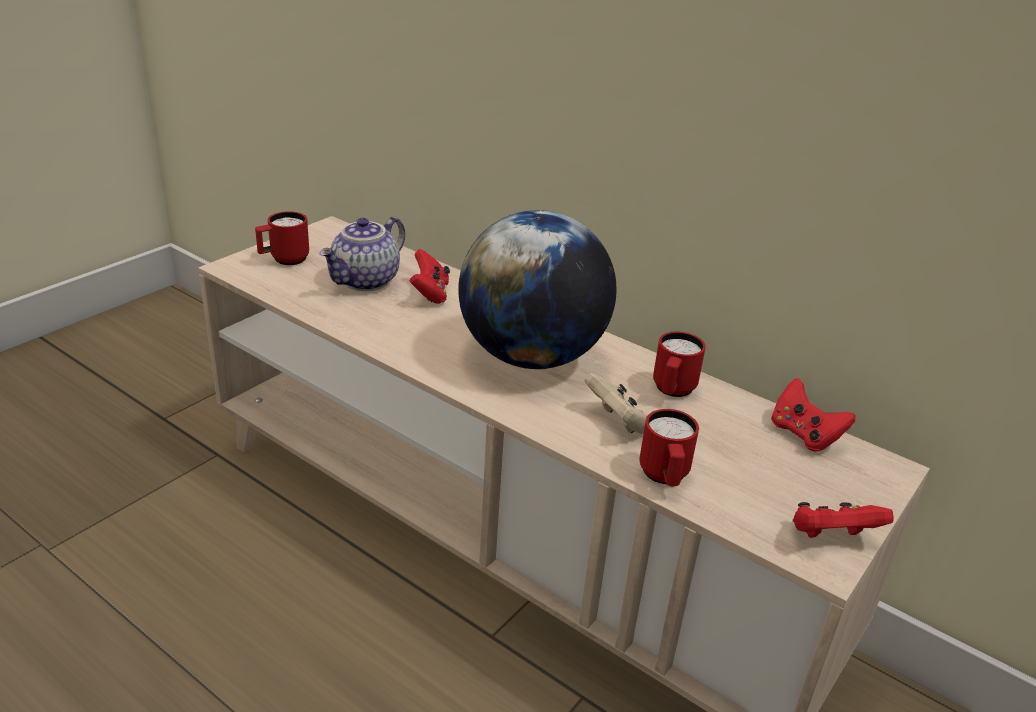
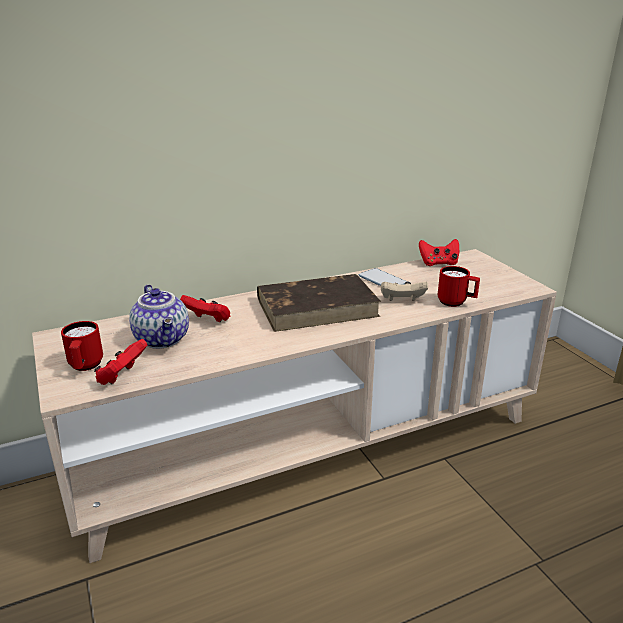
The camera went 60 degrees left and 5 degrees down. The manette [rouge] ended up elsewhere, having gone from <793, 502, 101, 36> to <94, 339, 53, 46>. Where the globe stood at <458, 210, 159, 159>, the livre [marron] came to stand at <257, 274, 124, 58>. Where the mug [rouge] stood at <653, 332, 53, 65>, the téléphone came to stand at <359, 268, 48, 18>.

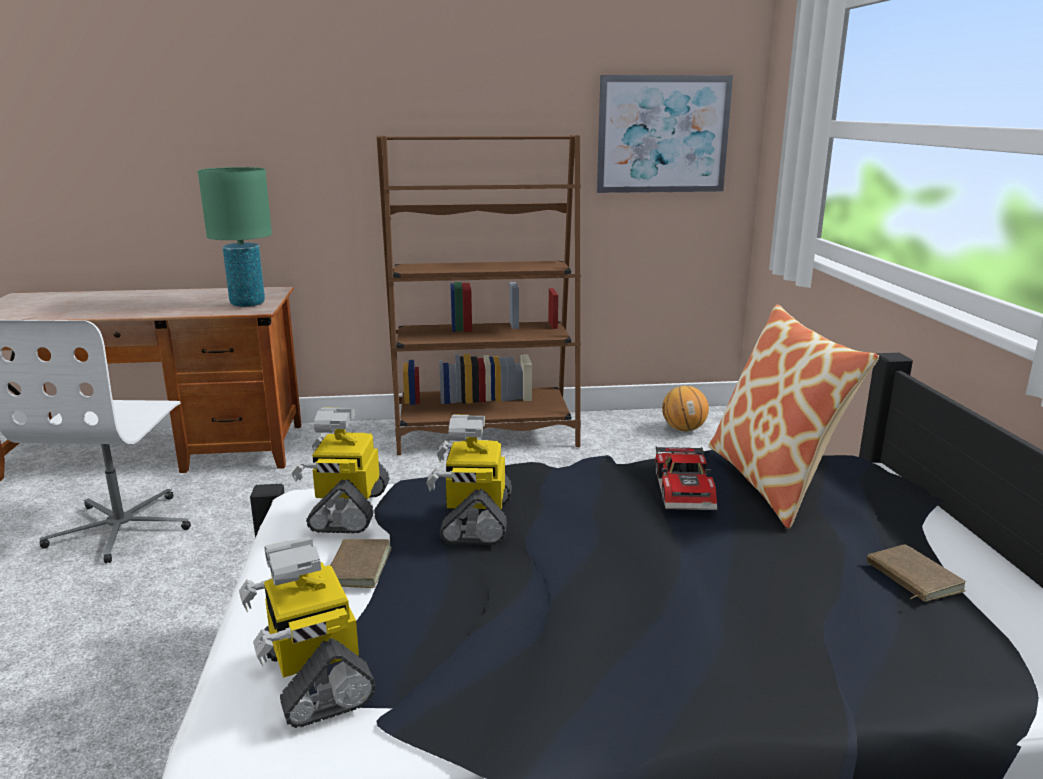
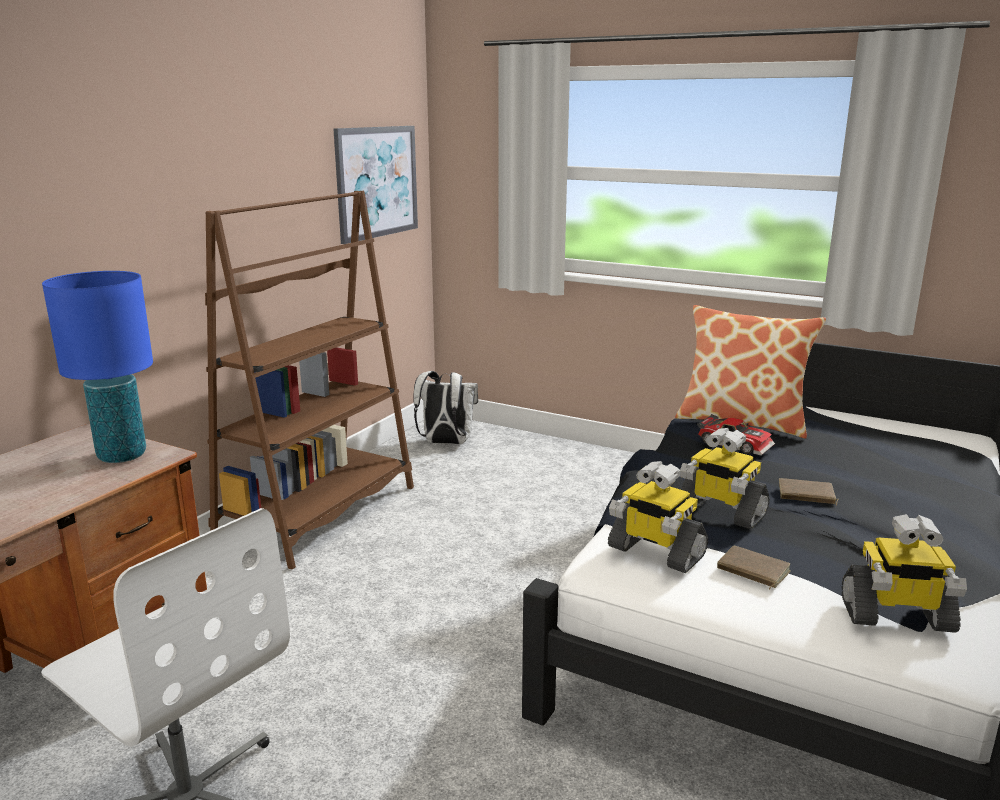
The camera went 55 degrees left and 0 degrees up. The livre [marron] ended up elsewhere, having gone from <867, 544, 99, 58> to <779, 478, 59, 27>. Where the ballon de basket stood at <662, 386, 47, 46>, the sac à dos [blanc] came to stand at <413, 371, 65, 74>. What was the lampe de table [vert] at <198, 167, 74, 140> turned into the lampe de table [bleu] at <42, 271, 111, 192>.

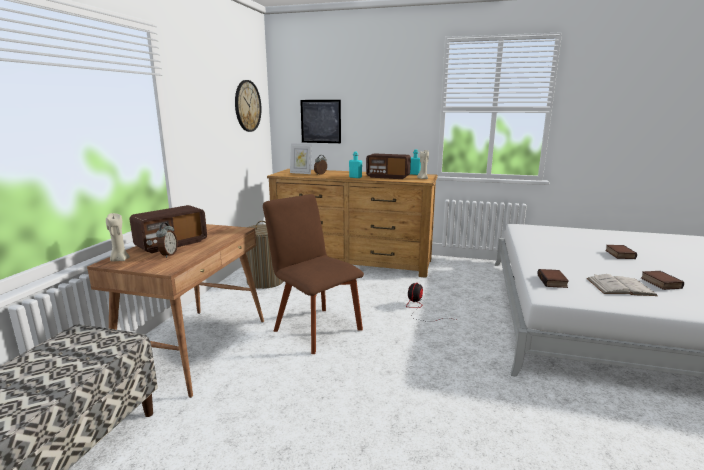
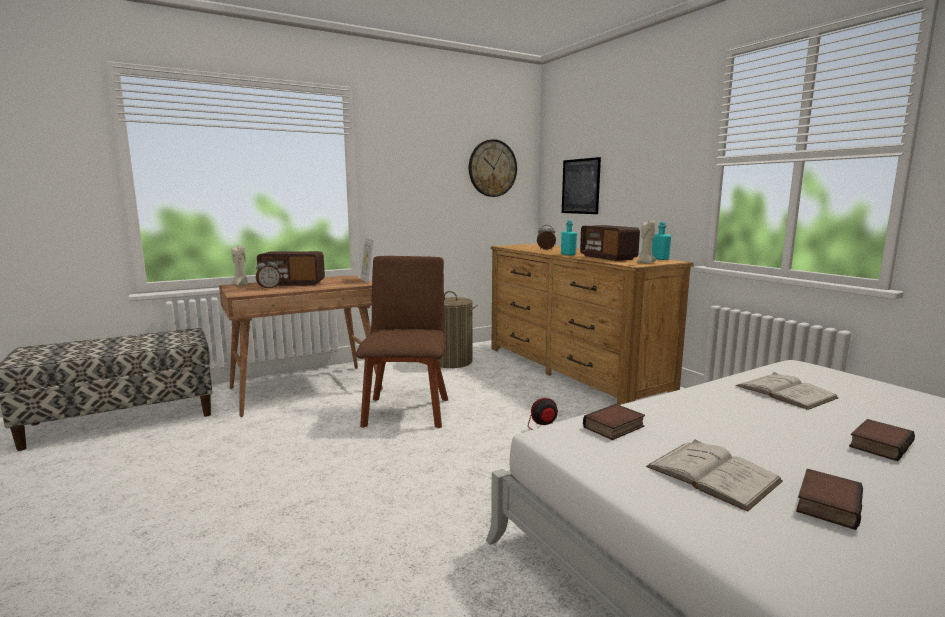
The camera went 45 degrees right and 5 degrees down. The second view gained the livre [blanc] at <736, 372, 103, 38>. The cadre photo ended up elsewhere, having gone from <290, 143, 22, 31> to <360, 238, 13, 45>.

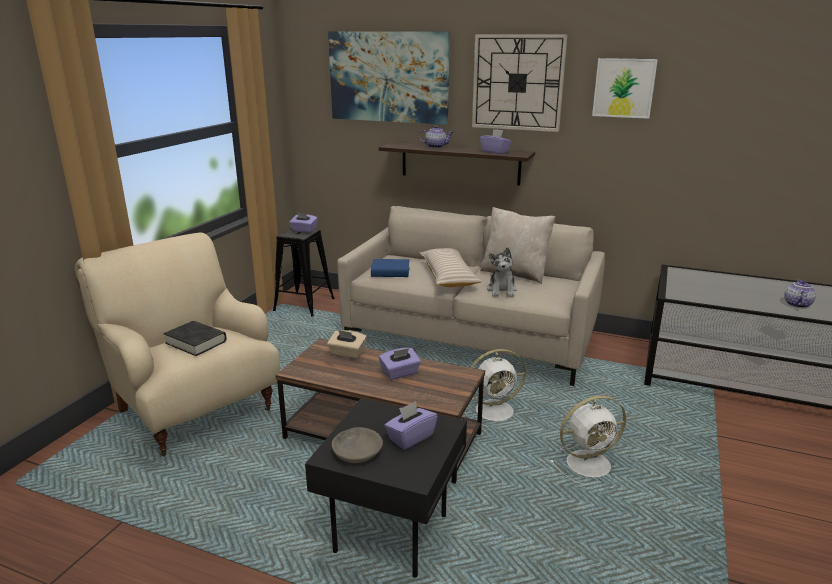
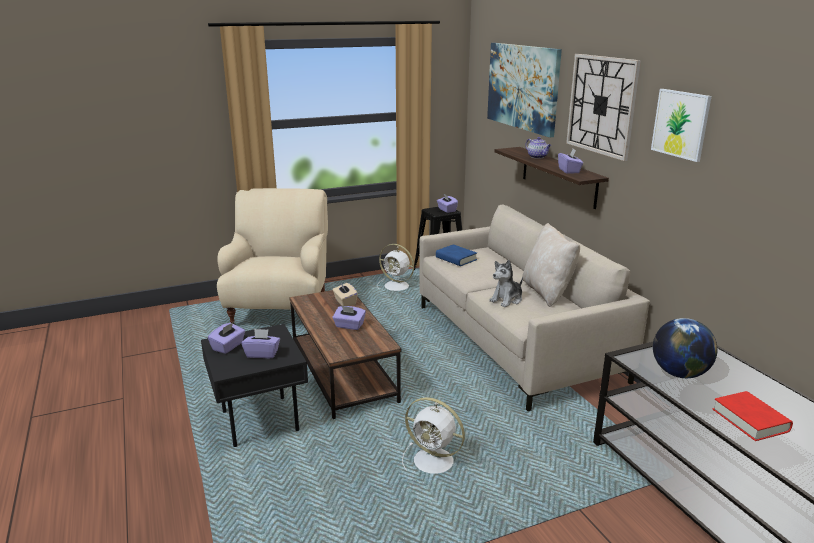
The camera went 45 degrees right and 0 degrees up. The second view lost the livre [noir] at <164, 321, 63, 35>. The second view lost the coussin [beige] at <419, 248, 63, 39>. The second view gained the globe at <653, 318, 65, 60>. The ventilateur [blanc] ended up elsewhere, having gone from <464, 349, 62, 78> to <377, 244, 37, 47>. Where the bol [gris] stood at <332, 427, 51, 36>, the boîte à mouchoirs [violet] came to stand at <208, 322, 37, 32>. Where the théière stood at <784, 280, 32, 28>, the livre [rouge] came to stand at <713, 391, 80, 50>.

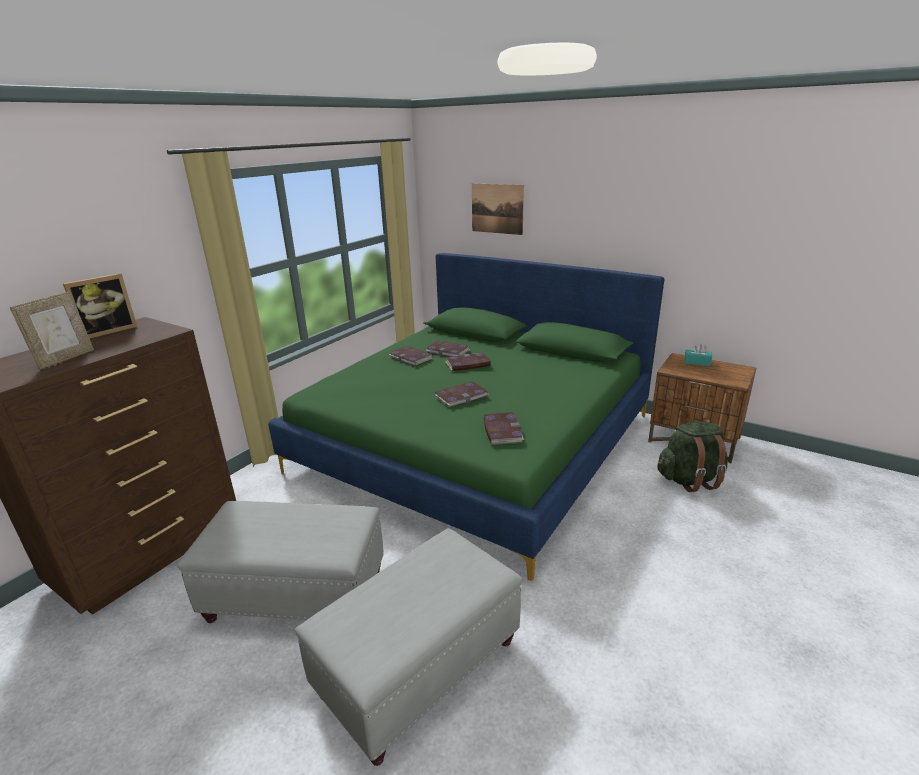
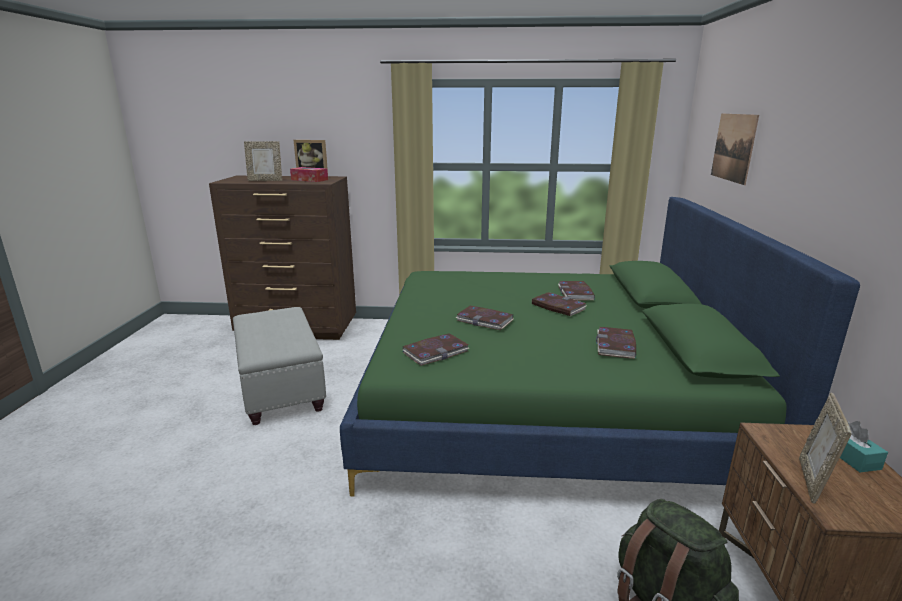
The camera went 60 degrees right and 5 degrees down. The second view lost the pouf [gris] at <295, 528, 227, 238>. The second view gained the boîte à mouchoirs at <290, 167, 38, 15>. The second view gained the cadre photo at <799, 393, 53, 111>. The livre ended up elsewhere, having gone from <389, 346, 44, 20> to <596, 327, 40, 32>.

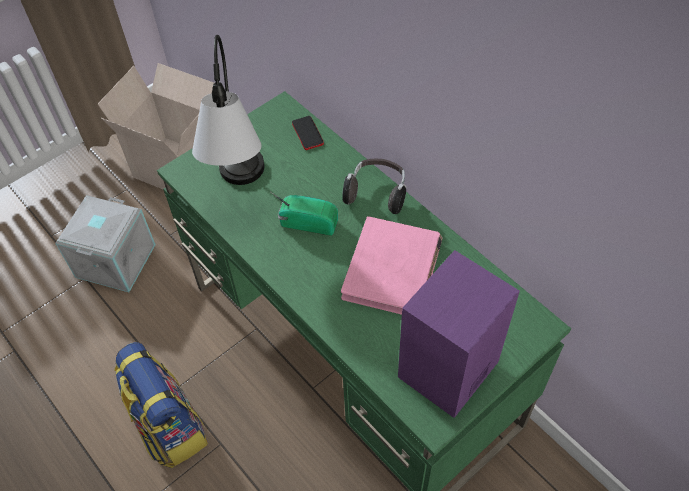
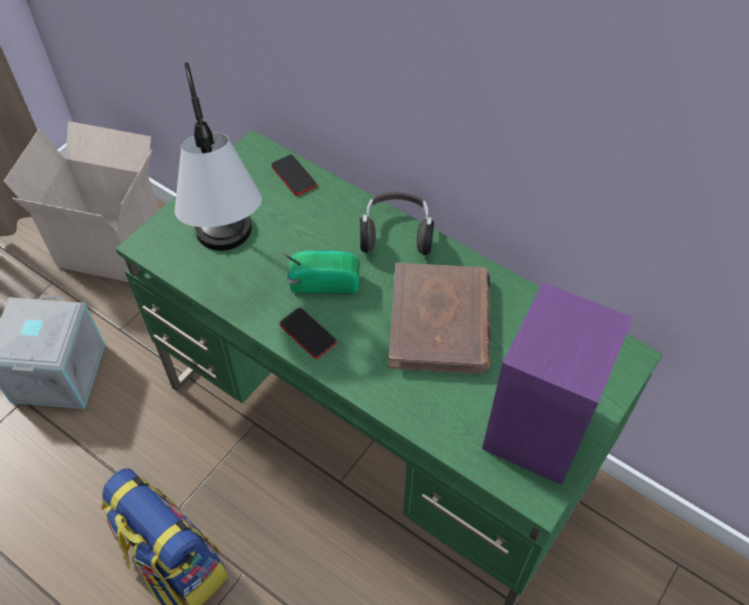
The camera went 15 degrees left and 0 degrees up. The second view gained the téléphone at <280, 308, 57, 51>. What was the livre [rose] at <341, 216, 101, 99> turned into the livre [marron] at <389, 263, 102, 111>.

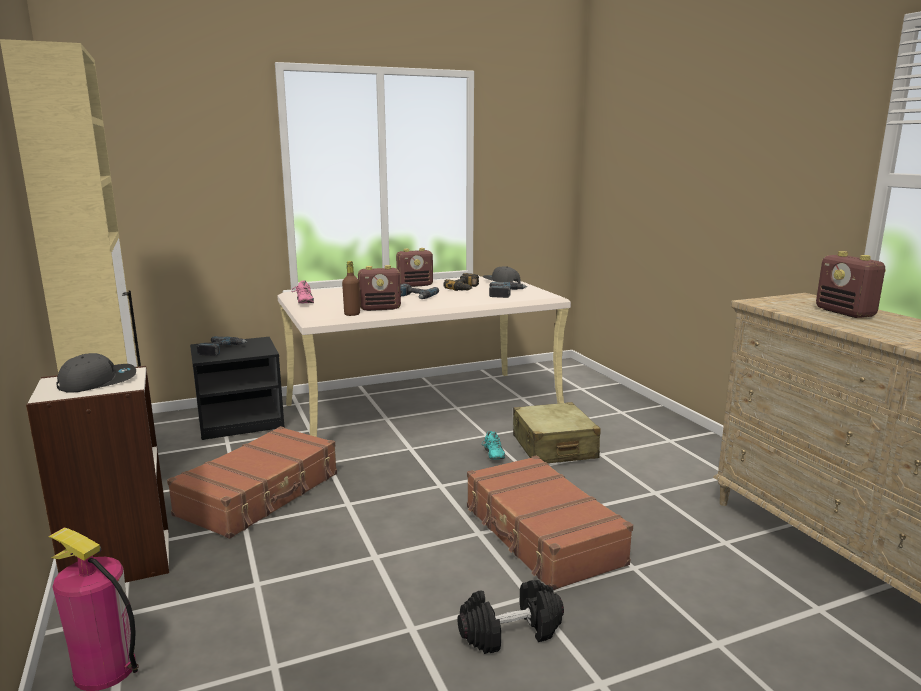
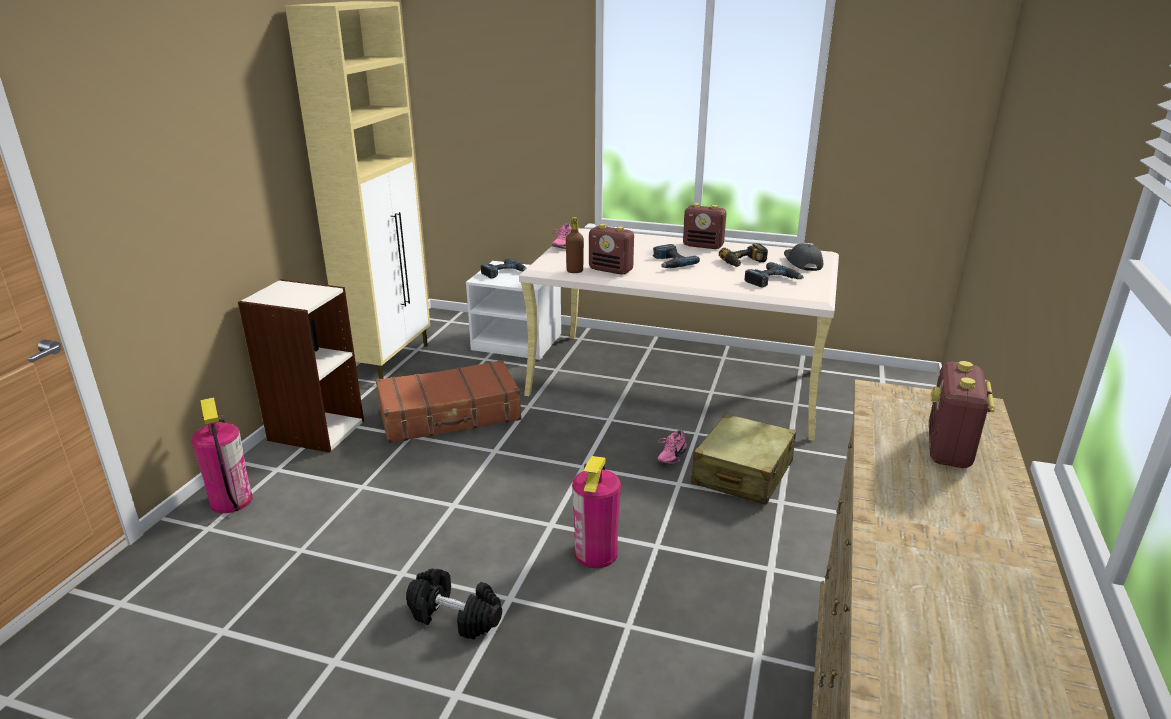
The camera went 40 degrees right and 10 degrees up. The second view lost the casquette [gris] at <57, 353, 79, 39>. Where the valise [marron] stood at <467, 455, 166, 135>, the extincteur came to stand at <572, 456, 49, 112>. What was the table de chevet [noir] at <190, 337, 94, 103> turned into the table de chevet [blanc] at <466, 261, 95, 99>. What was the chaussure [turquoise] at <482, 431, 23, 28> turned into the chaussure [rose] at <658, 430, 29, 35>.

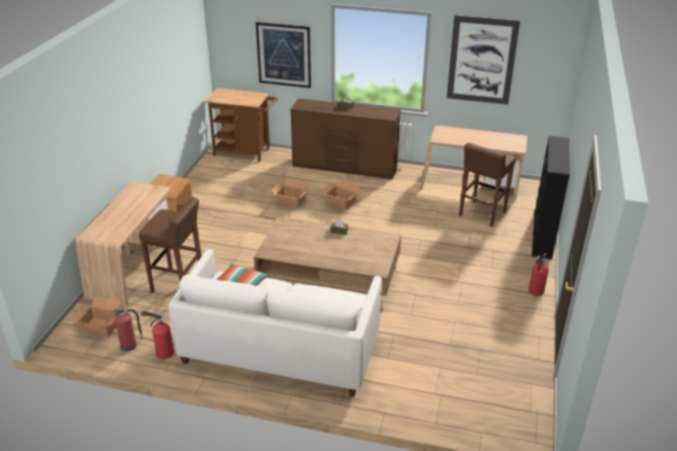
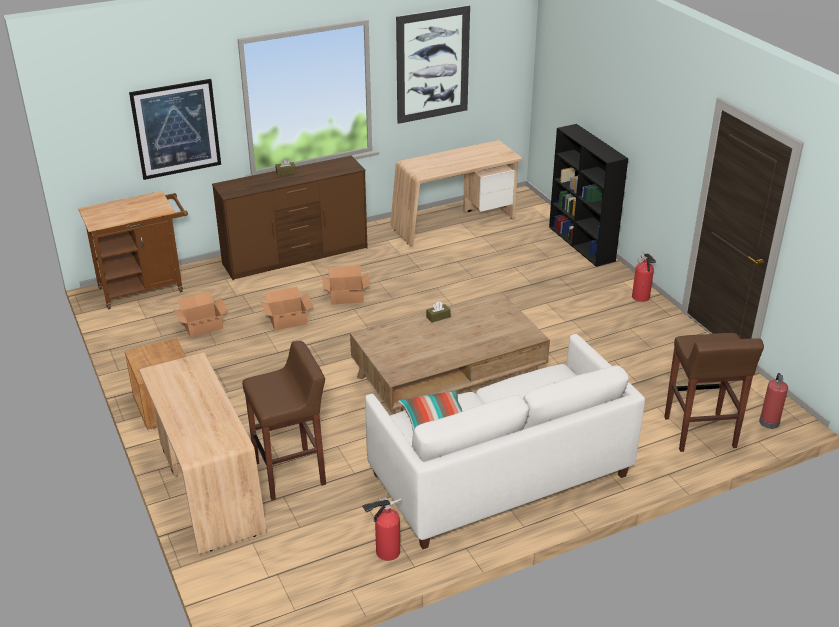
The camera went 40 degrees left and 0 degrees up. The carton ended up elsewhere, having gone from <72, 296, 49, 42> to <174, 292, 54, 45>. The extincteur ended up elsewhere, having gone from <111, 308, 32, 44> to <759, 373, 29, 56>. The tabouret [marron] ended up elsewhere, having gone from <459, 143, 57, 84> to <664, 333, 100, 119>.

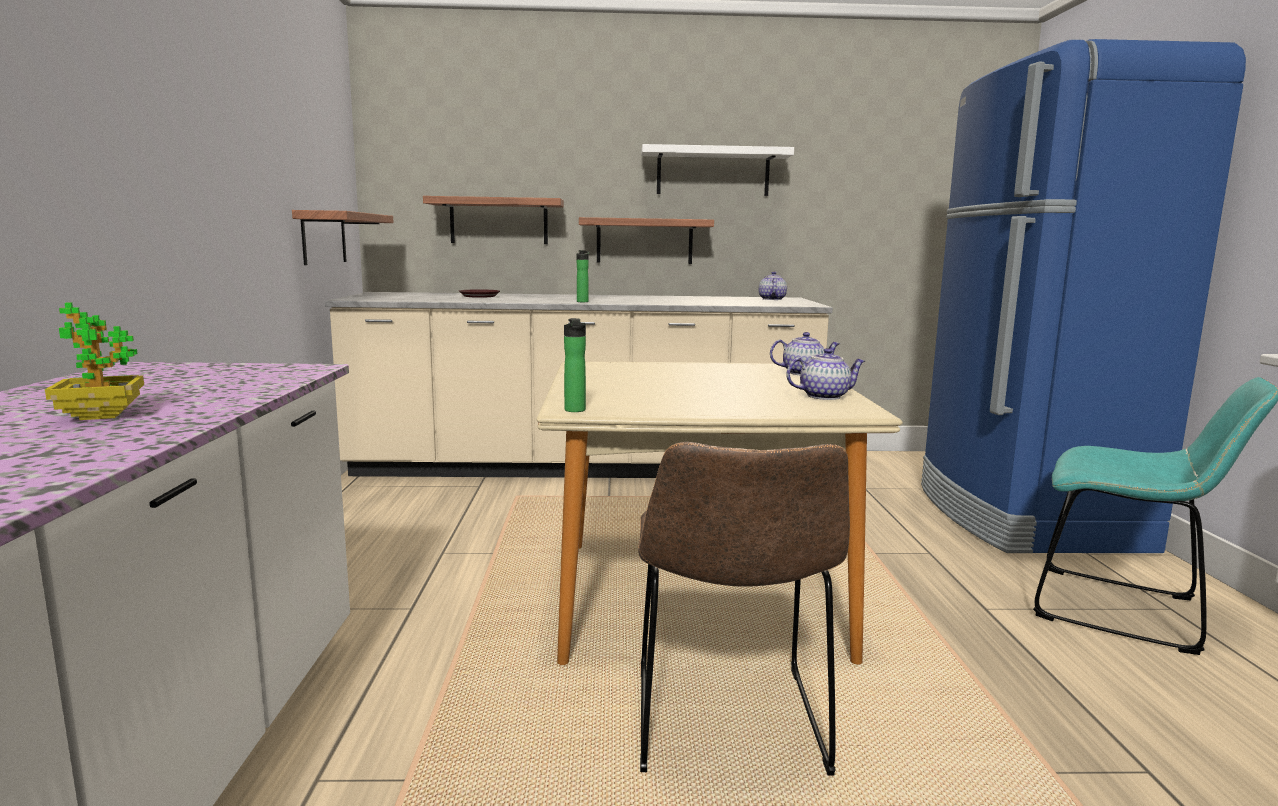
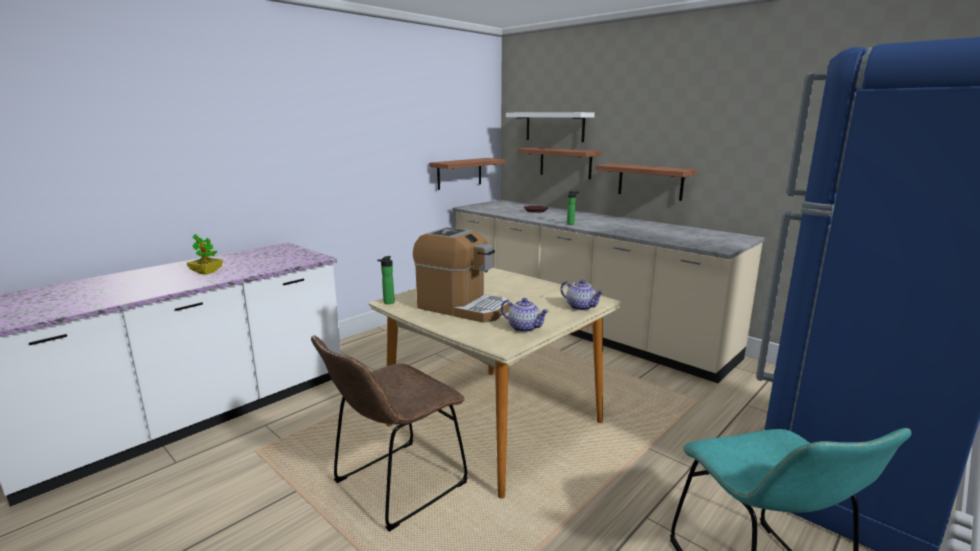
The camera went 45 degrees right and 5 degrees up. The second view lost the théière at <759, 271, 28, 29>. The second view gained the machine à café at <413, 227, 97, 96>. The étagère [blanc] ended up elsewhere, having gone from <641, 144, 153, 52> to <506, 112, 89, 30>.

